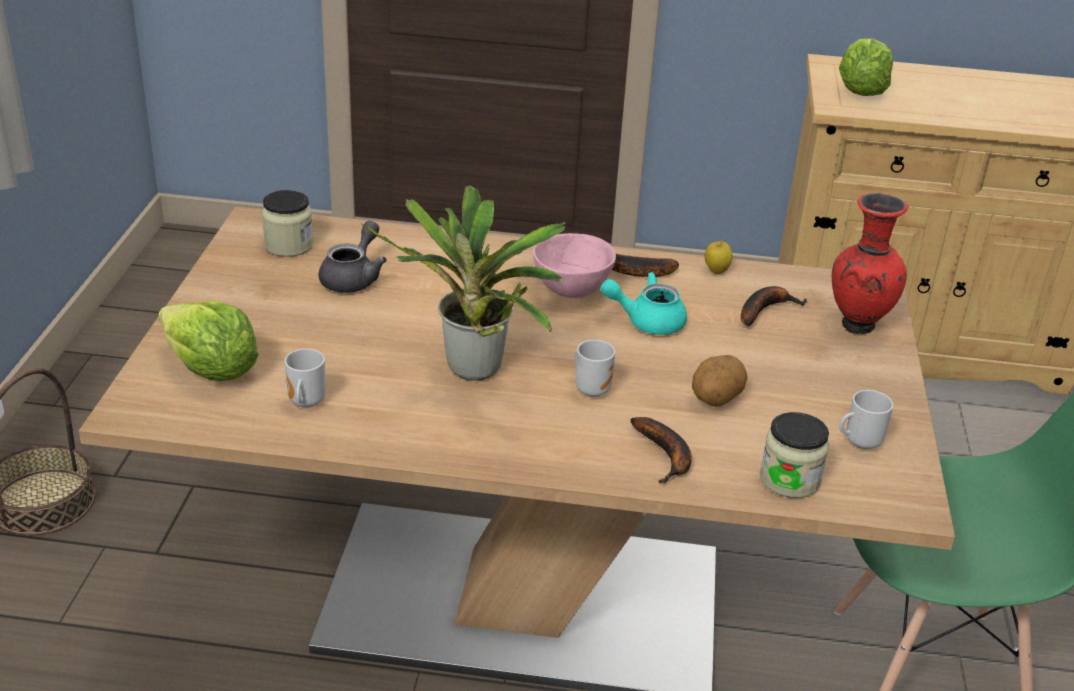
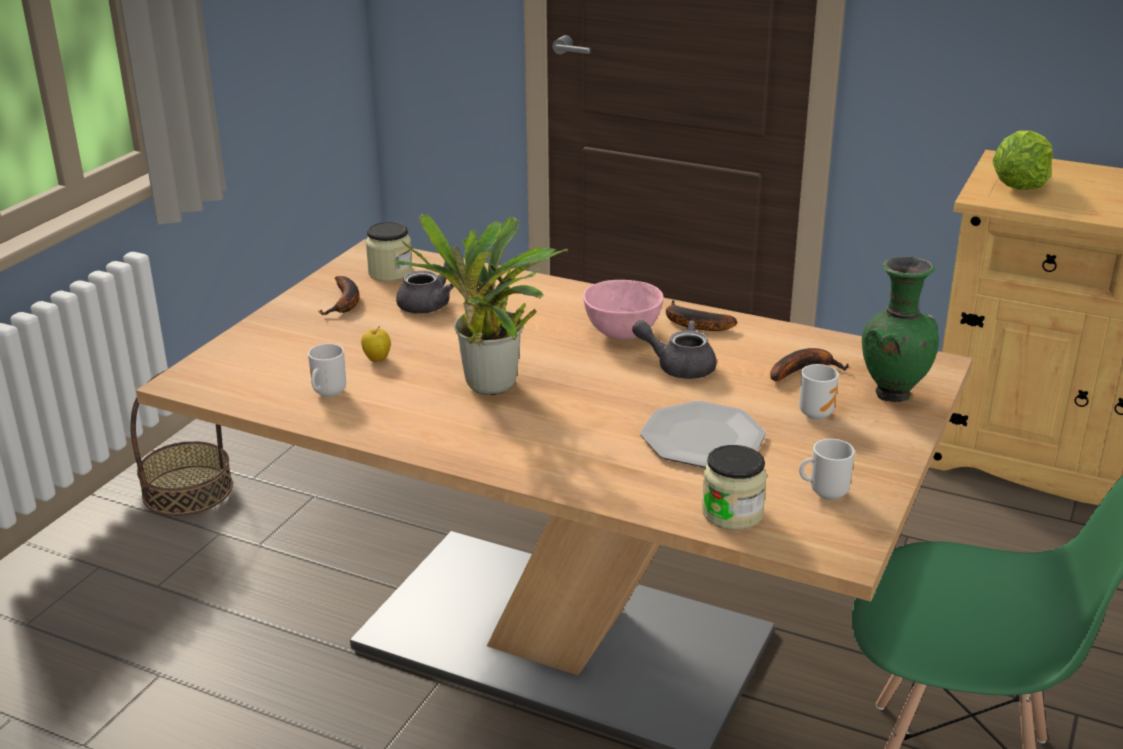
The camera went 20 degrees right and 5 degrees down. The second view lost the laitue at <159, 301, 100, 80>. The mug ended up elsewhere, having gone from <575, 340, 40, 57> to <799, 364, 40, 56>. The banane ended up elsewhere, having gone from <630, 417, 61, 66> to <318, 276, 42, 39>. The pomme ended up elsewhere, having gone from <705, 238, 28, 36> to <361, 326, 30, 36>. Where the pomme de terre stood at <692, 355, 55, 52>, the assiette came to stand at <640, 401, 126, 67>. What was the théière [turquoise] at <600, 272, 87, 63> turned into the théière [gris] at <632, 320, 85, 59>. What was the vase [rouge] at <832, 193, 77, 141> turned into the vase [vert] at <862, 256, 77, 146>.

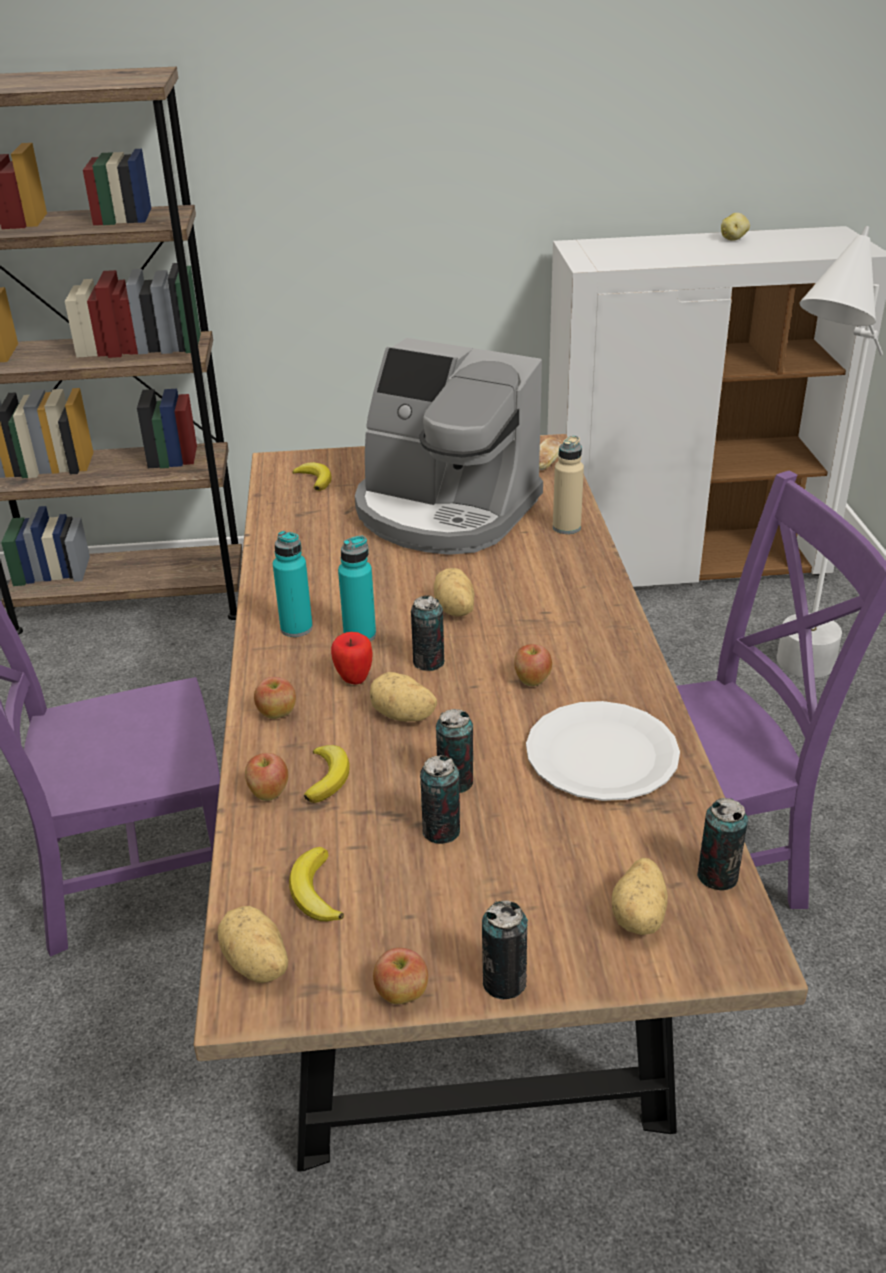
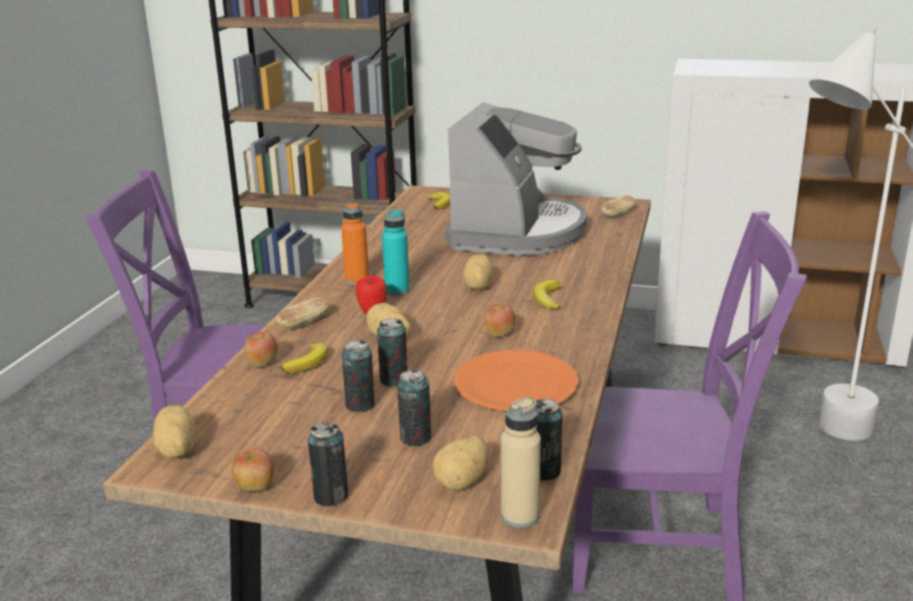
The camera went 20 degrees right and 10 degrees down. The second view lost the pomme de terre at <721, 213, 29, 28>. The banane ended up elsewhere, having gone from <289, 847, 55, 74> to <533, 280, 28, 30>. The boîte métallique ended up elsewhere, having gone from <411, 595, 34, 76> to <397, 369, 34, 77>. The bouteille [beige] ended up elsewhere, having gone from <553, 436, 31, 98> to <501, 397, 40, 131>. Where the pomme stood at <254, 677, 42, 42>, the pain came to stand at <277, 297, 53, 31>. What was the bouteille [turquoise] at <273, 531, 40, 106> turned into the bouteille [orange] at <341, 202, 28, 83>. What was the assiette [blanc] at <526, 701, 154, 100> turned into the assiette [orange] at <455, 350, 124, 61>. The machine à café at <355, 338, 188, 217> ended up facing another way, 120 degrees counterclockwise from before.

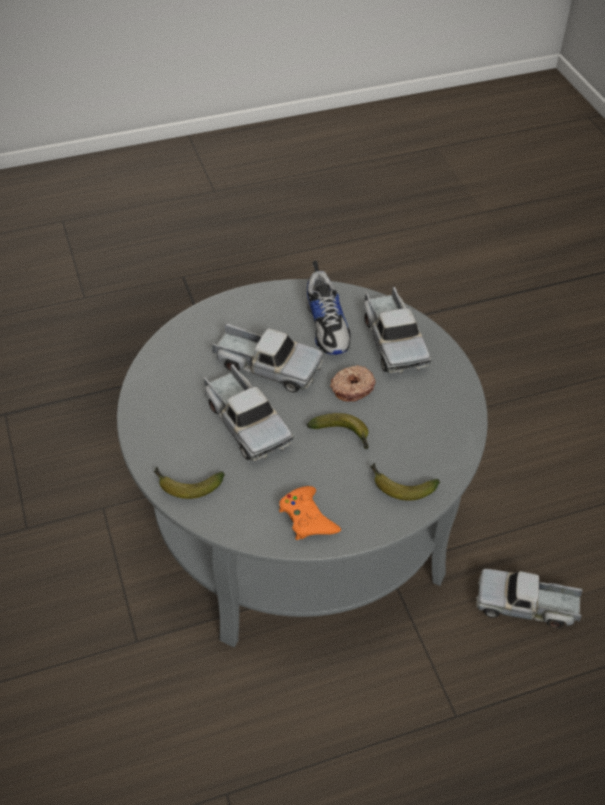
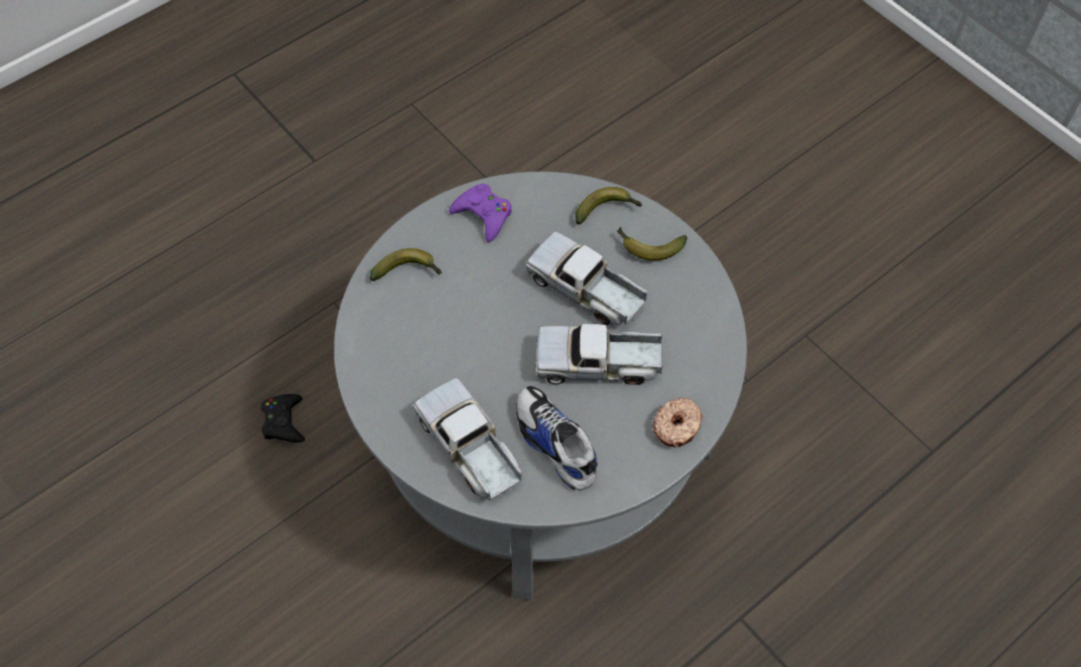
The camera went 160 degrees right and 10 degrees up. The banane ended up elsewhere, having gone from <307, 413, 62, 36> to <617, 227, 70, 34>. The beignet ended up elsewhere, having gone from <330, 365, 45, 37> to <653, 397, 50, 50>. Where the camion jouet stood at <476, 569, 107, 59>, the manette [noir] came to stand at <261, 394, 44, 49>. What was the manette [orange] at <279, 486, 62, 54> turned into the manette [violet] at <449, 184, 63, 58>.

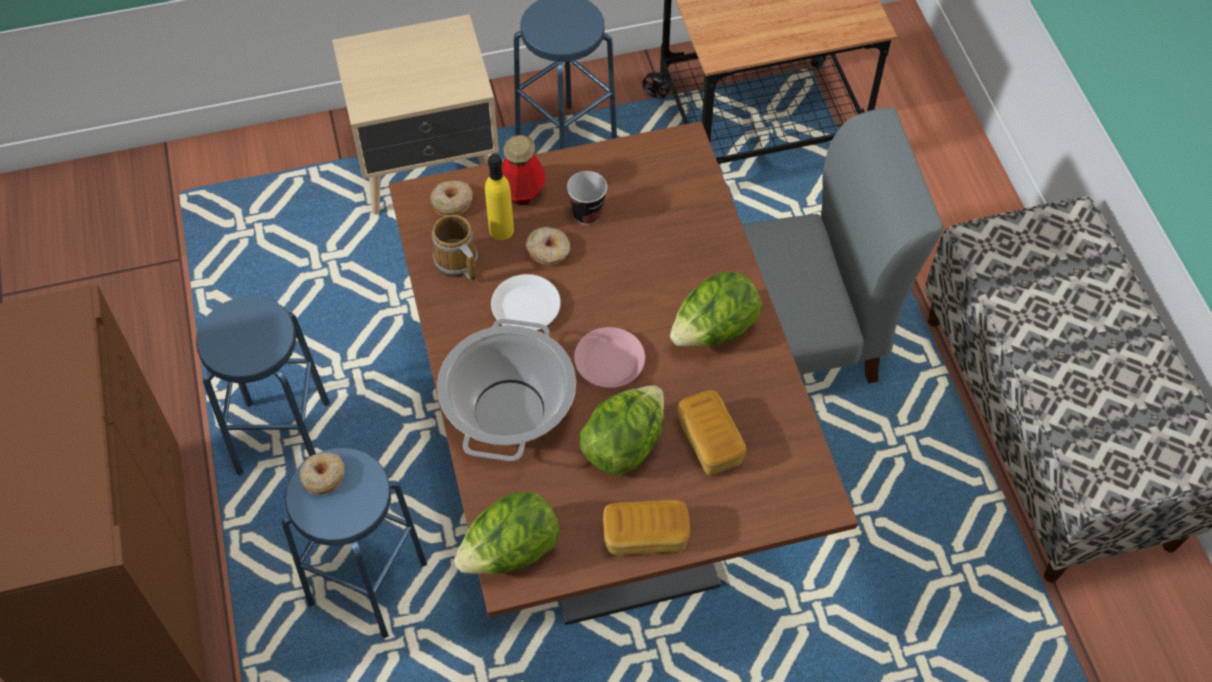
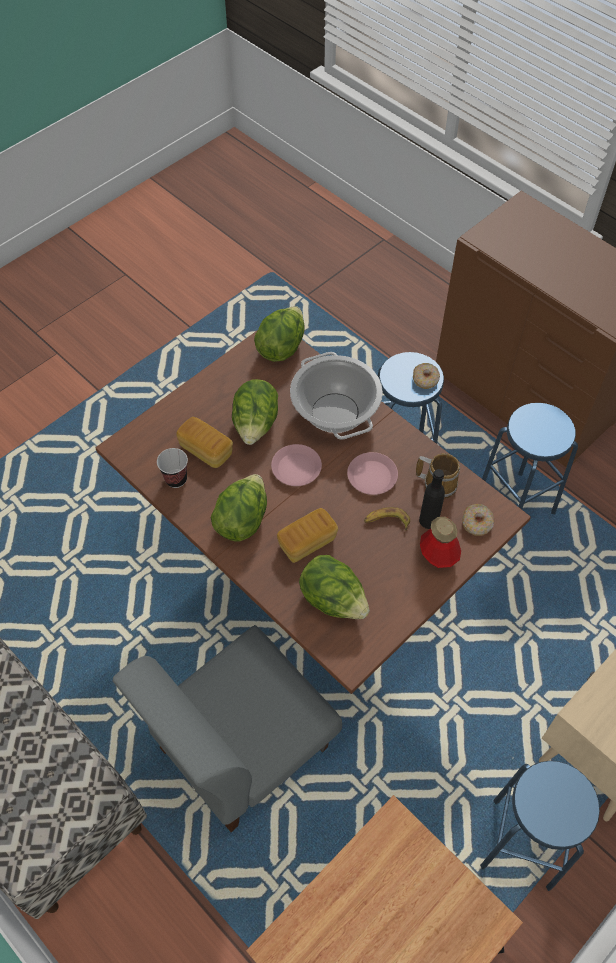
The camera went 150 degrees right and 0 degrees up. The second view gained the laitue at <299, 555, 71, 64>. The tasse ended up elsewhere, having gone from <567, 171, 40, 54> to <157, 448, 31, 40>. The pain ended up elsewhere, having gone from <603, 500, 87, 55> to <277, 508, 61, 55>. Where the beignet stood at <526, 227, 44, 38>, the banane came to stand at <364, 507, 46, 24>. What was the bouteille [jaune] at <485, 154, 29, 86> turned into the bouteille [noir] at <419, 469, 26, 60>. What was the assiette [blanc] at <491, 274, 70, 56> turned into the assiette [rose] at <347, 452, 51, 43>.

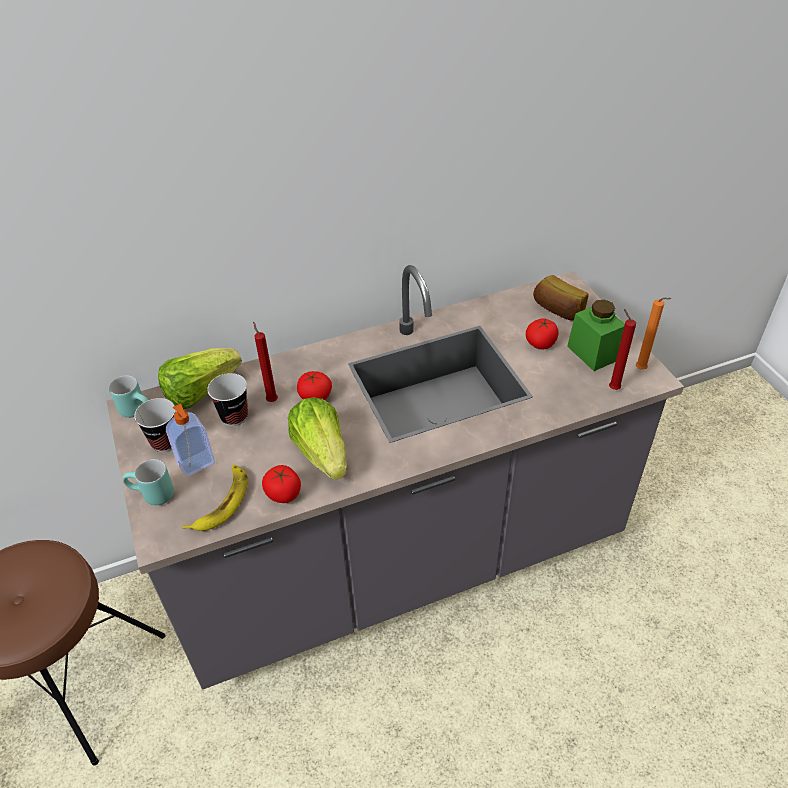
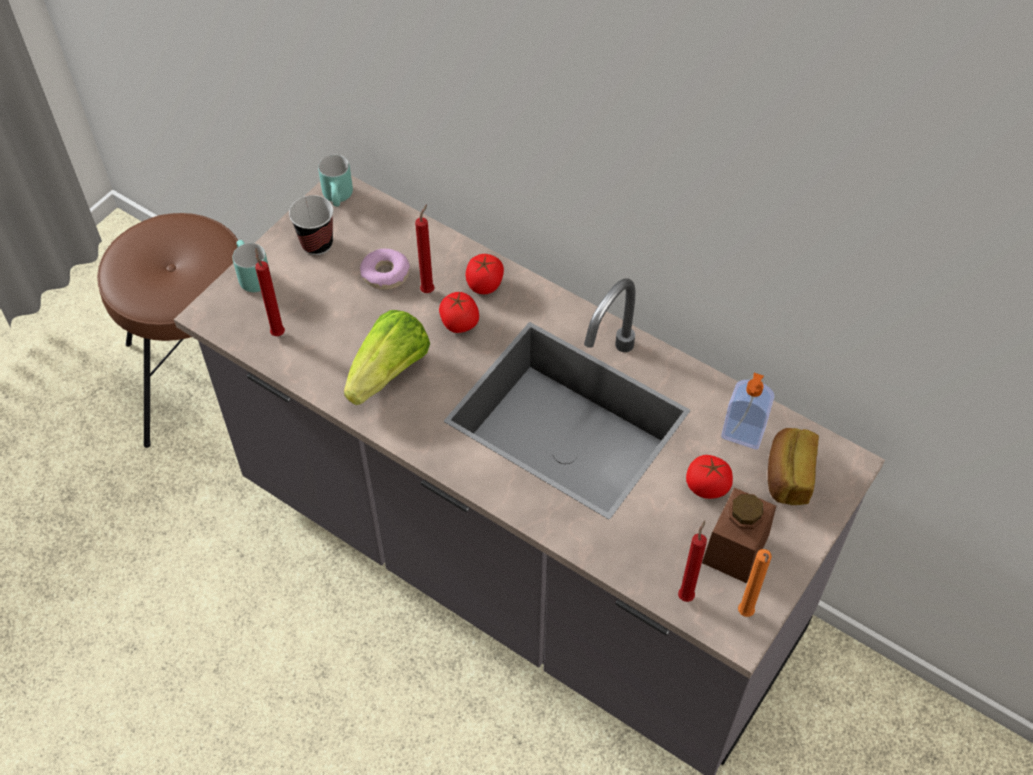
The camera went 55 degrees right and 10 degrees up. The second view lost the laitue at <158, 348, 84, 62>. The distributeur de savon ended up elsewhere, having gone from <166, 404, 49, 73> to <721, 373, 53, 76>. The tomate ended up elsewhere, having gone from <262, 465, 39, 38> to <466, 254, 38, 40>. Where the banane stood at <183, 465, 65, 66>, the bougie [rouge] came to stand at <255, 248, 30, 88>. Where the tasse stood at <207, 373, 41, 53>, the beignet came to stand at <360, 249, 50, 41>. What was the bocal [vert] at <567, 300, 58, 71> turned into the bocal [marron] at <702, 487, 74, 96>.

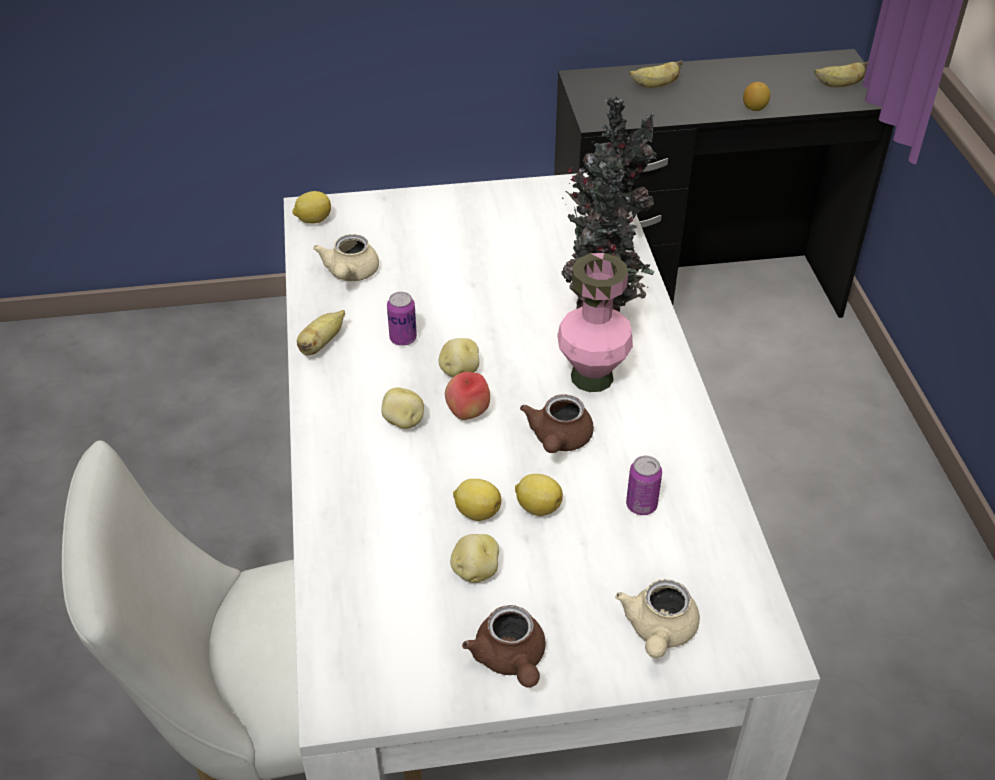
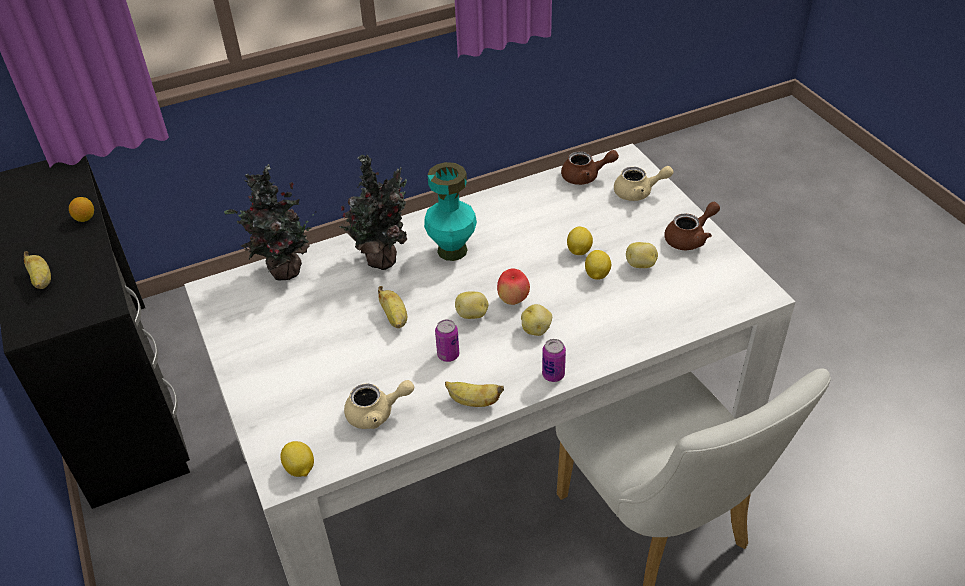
The camera went 105 degrees left and 0 degrees up. The théière [marron] ended up elsewhere, having gone from <520, 394, 74, 59> to <561, 150, 58, 35>. The boîte métallique ended up elsewhere, having gone from <626, 456, 36, 59> to <542, 339, 24, 43>. The banane ended up elsewhere, having gone from <814, 62, 54, 25> to <378, 286, 29, 42>. What was the vase [rose] at <557, 253, 76, 139> turned into the vase [turquoise] at <424, 162, 53, 99>.

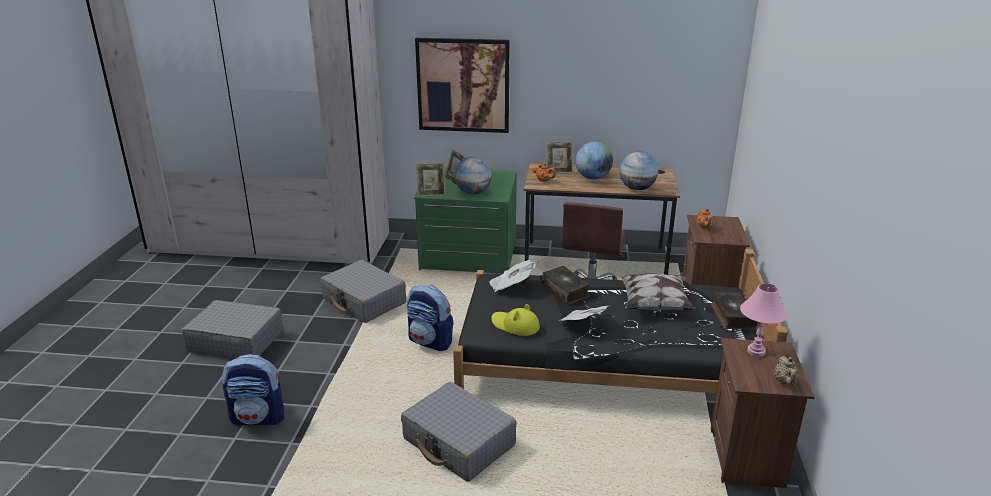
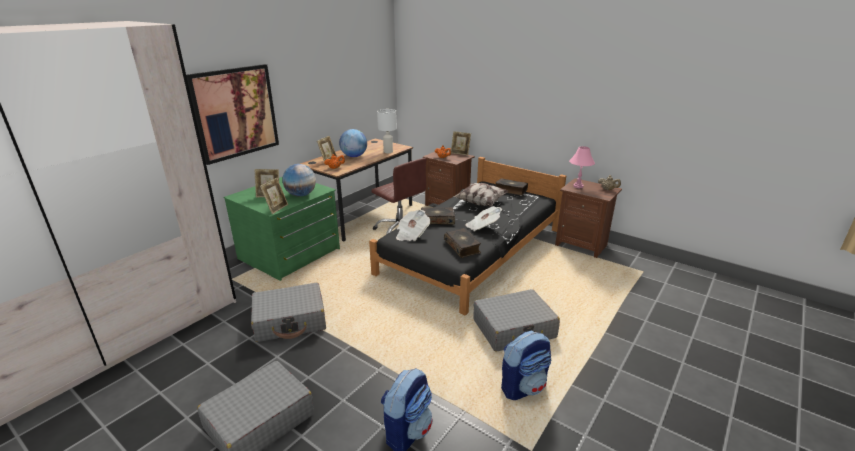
The camera went 60 degrees left and 0 degrees up. The second view gained the cadre photo at <451, 131, 20, 24>. The sac à dos ended up elsewhere, having gone from <407, 285, 47, 66> to <501, 331, 50, 69>. Where the chapeau [jaune] stood at <491, 304, 49, 32>, the livre came to stand at <444, 228, 37, 30>. Where the globe stood at <619, 151, 40, 39>, the lampe de table [blanc] came to stand at <377, 109, 20, 44>.

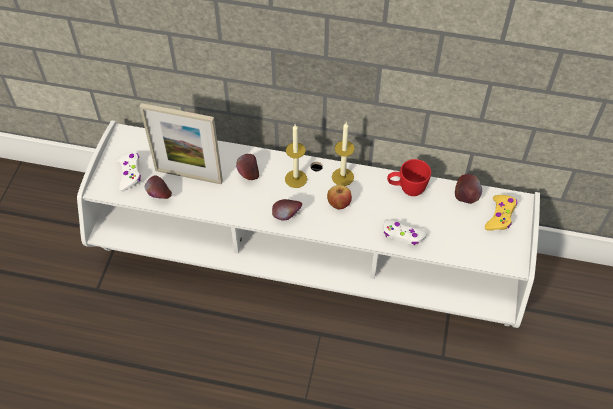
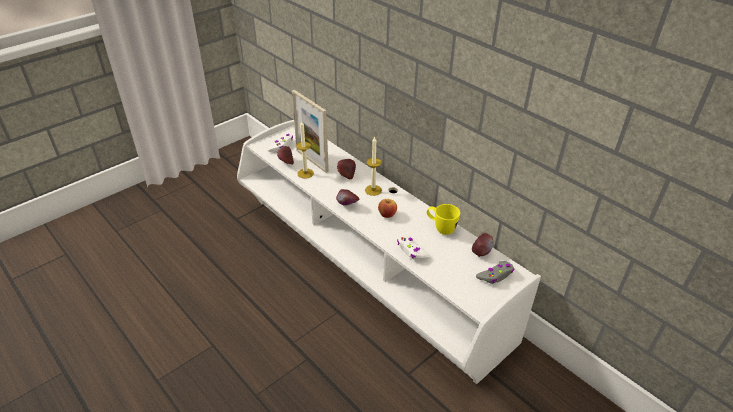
The camera went 35 degrees right and 15 degrees down. The bougie ended up elsewhere, having gone from <332, 122, 23, 64> to <296, 121, 18, 58>. What was the mug [rouge] at <387, 159, 44, 37> turned into the mug [jaune] at <427, 204, 33, 31>. What was the manette [jaune] at <485, 195, 32, 36> turned into the manette [gris] at <476, 261, 38, 23>.

